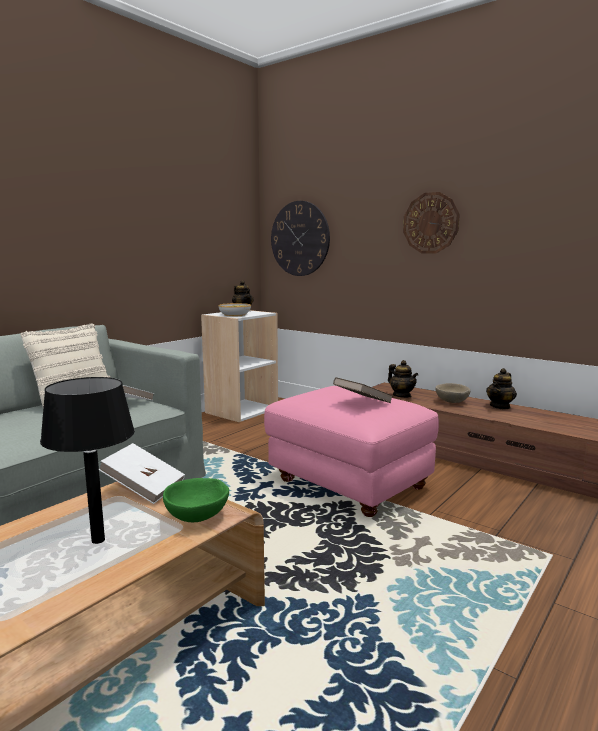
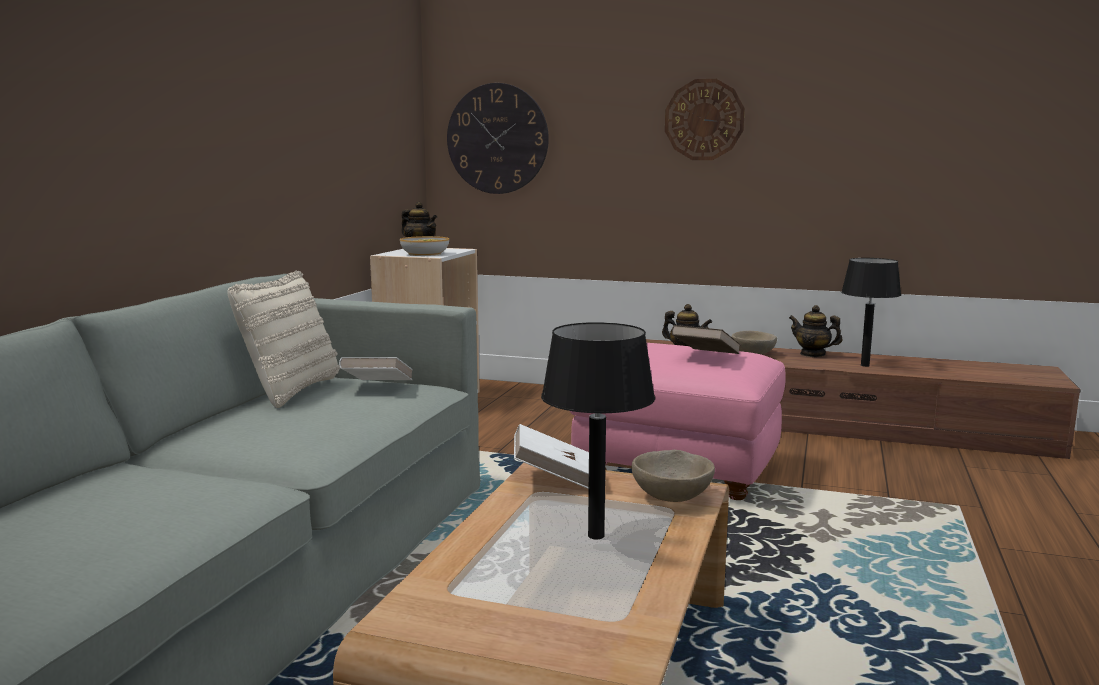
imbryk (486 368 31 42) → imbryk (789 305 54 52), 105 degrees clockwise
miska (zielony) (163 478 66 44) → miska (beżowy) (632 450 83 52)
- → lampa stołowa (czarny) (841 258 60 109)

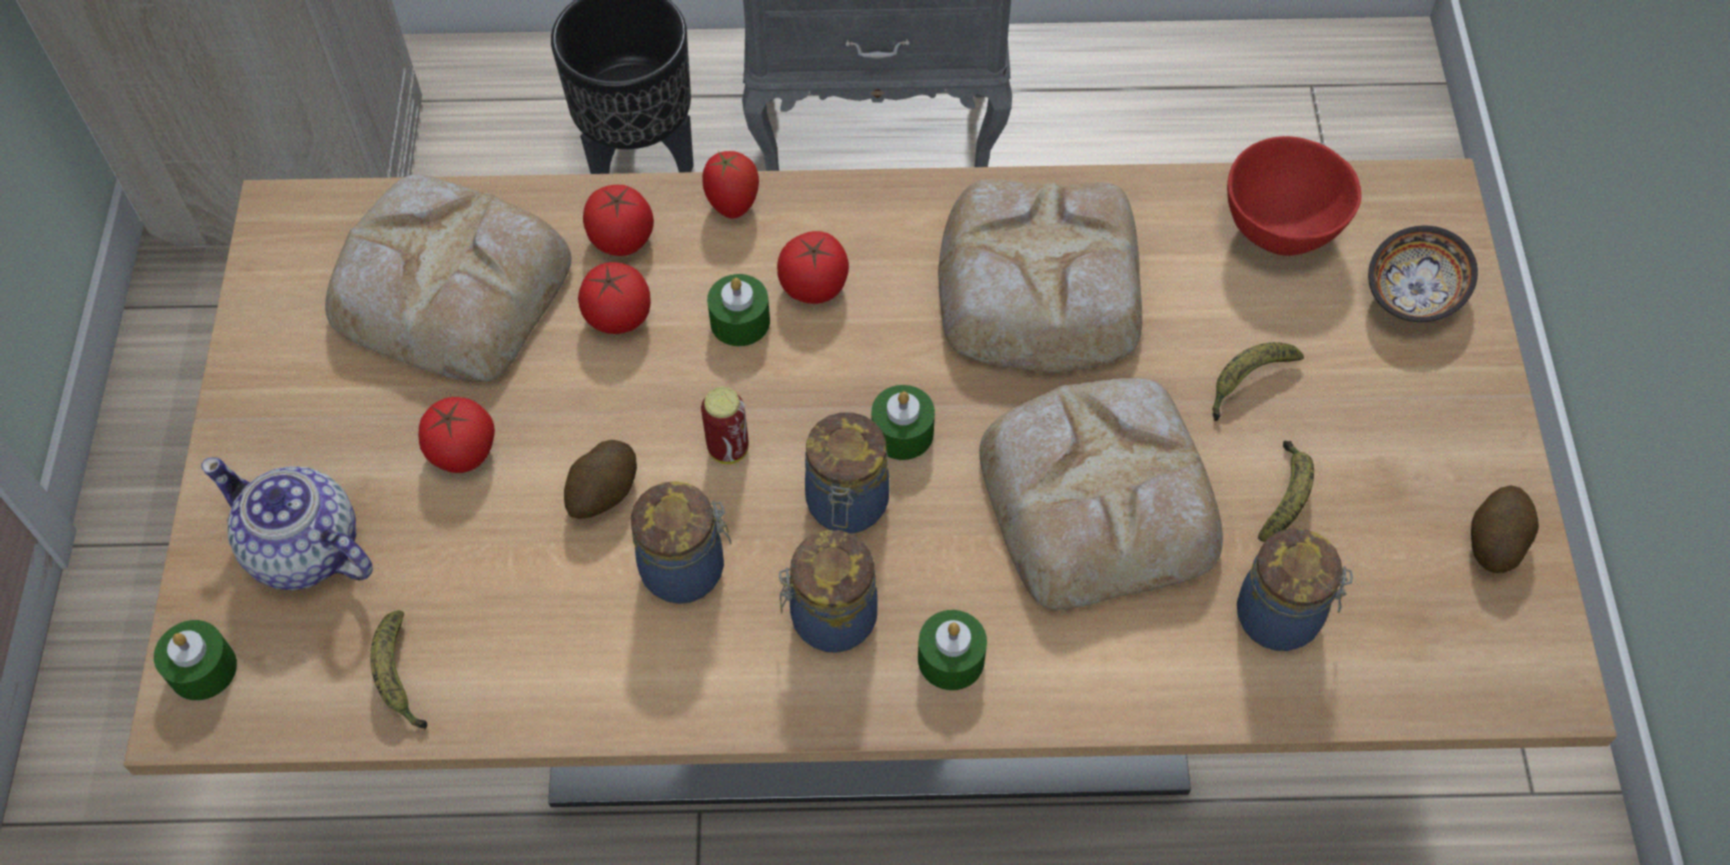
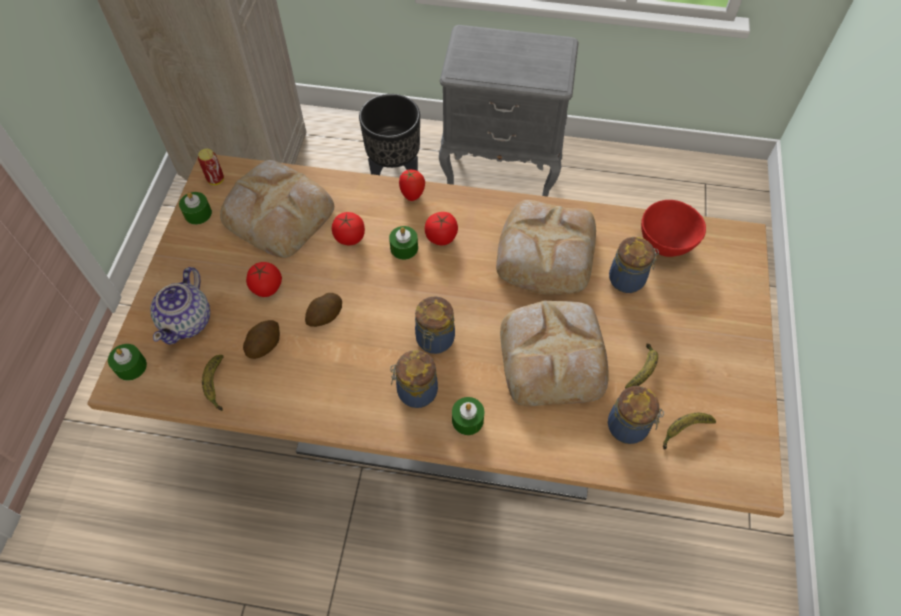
pomidor (583 185 71 71) → -
miska (1368 226 110 96) → -
banan (1212 342 92 79) → banan (663 413 53 36), moved
świeca (zielony) (871 385 64 75) → świeca (zielony) (179 192 33 33), moved
puszka (701 387 48 77) → puszka (198 149 26 36), moved
imbryk (201 458 172 132) → imbryk (150 267 60 78), 120 degrees counterclockwise
słoik (631 481 100 123) → słoik (609 237 50 56), moved
ziemniak (1471 485 68 88) → ziemniak (243 320 37 39), moved

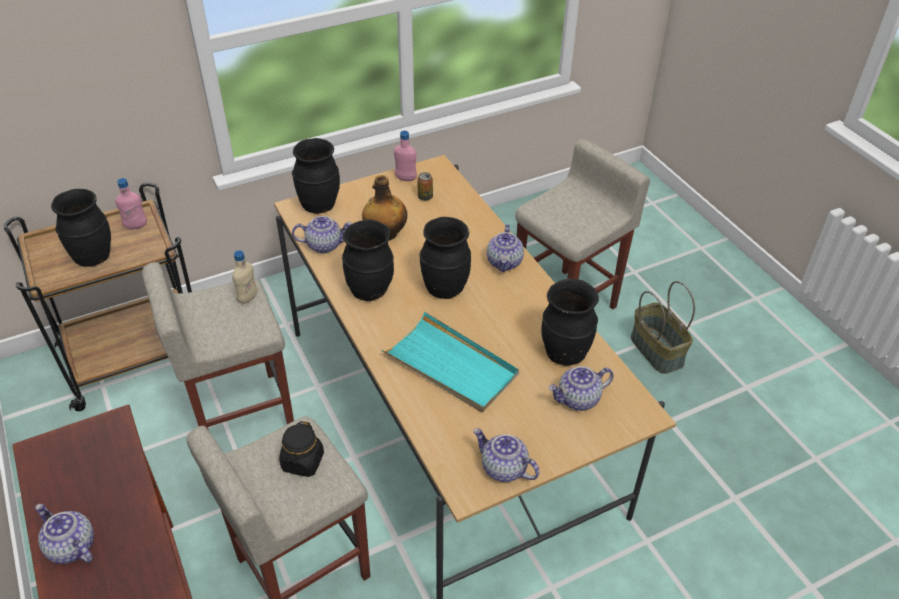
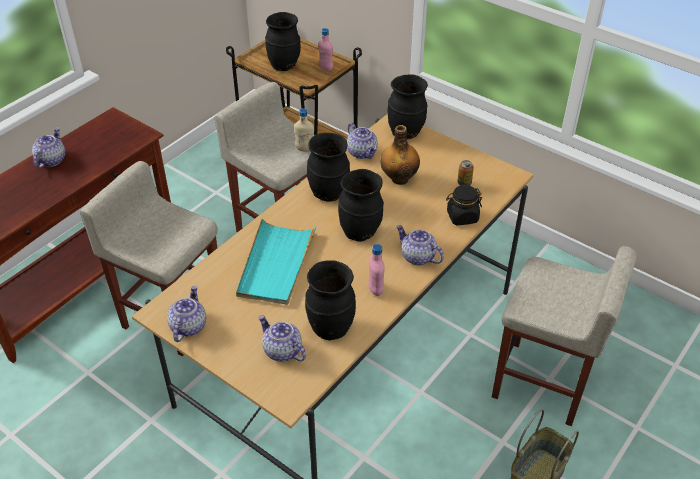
butelka (różowy) (394 131 23 50) → butelka (różowy) (368 244 16 52), moved
imbryk (487 224 37 48) → imbryk (396 225 48 40), 60 degrees clockwise
słoik (czarny) (279 421 45 56) → słoik (czarny) (446 185 36 40), moved

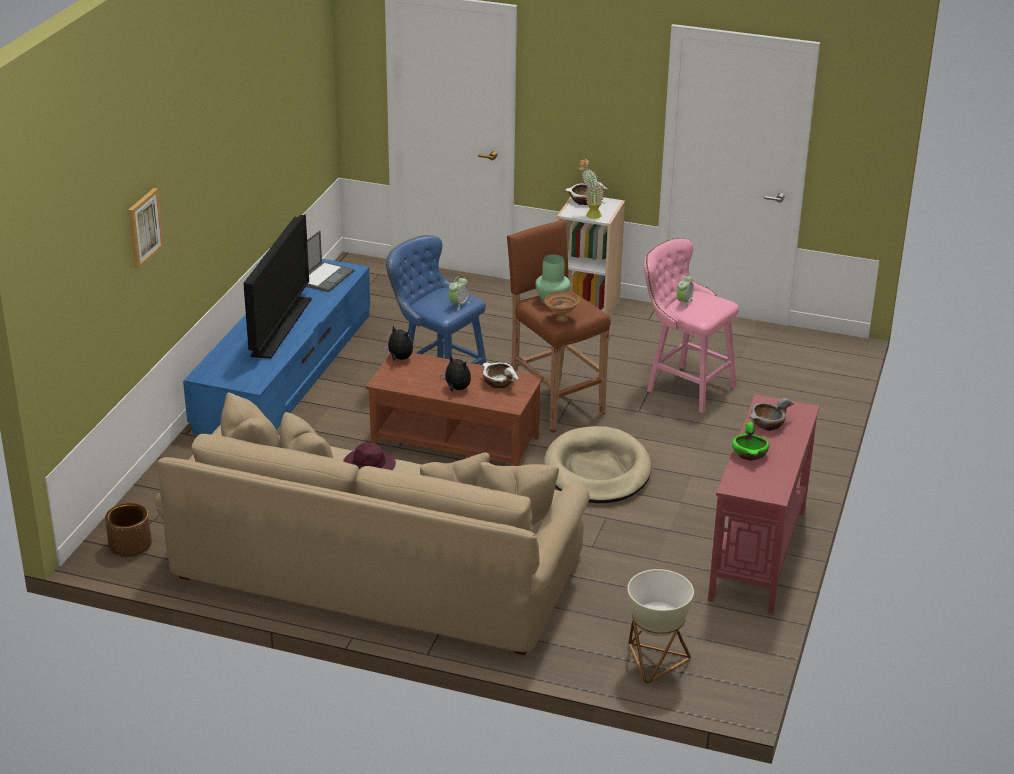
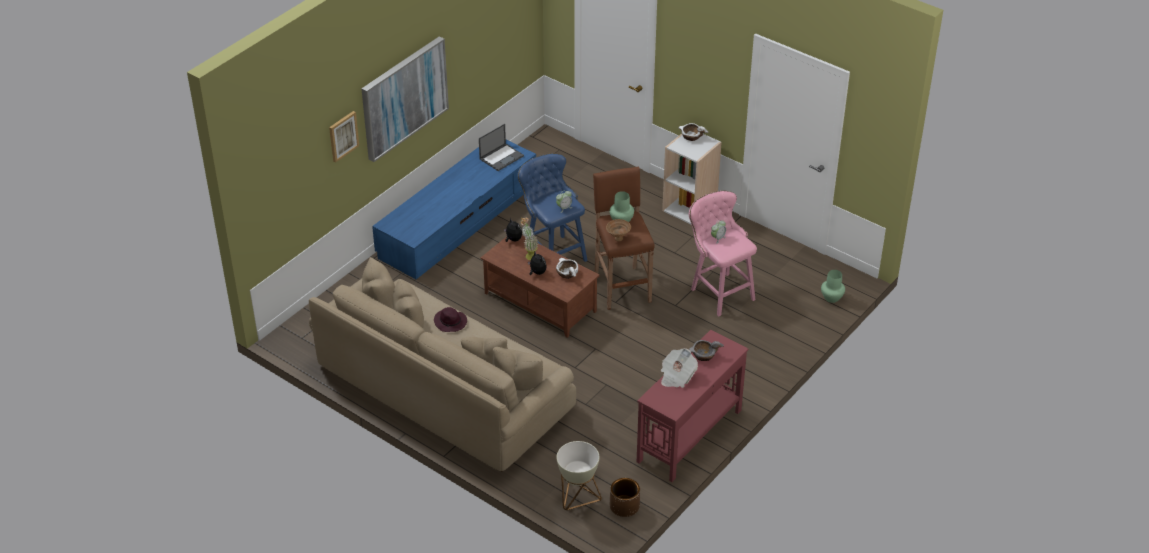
roślina doniczkowa (579 159 25 60) → roślina doniczkowa (521 218 17 42), moved
telewizor (243 214 69 145) → -
miska (zielony) (732 422 38 39) → gazeta (661 348 37 40)
legowisko (beżowy) (544 426 107 77) → -
donica (brązowy) (105 503 47 54) → donica (brązowy) (610 478 30 39), moved
- → obraz (361 36 88 126)
- → wazon (zielony) (821 270 24 33)

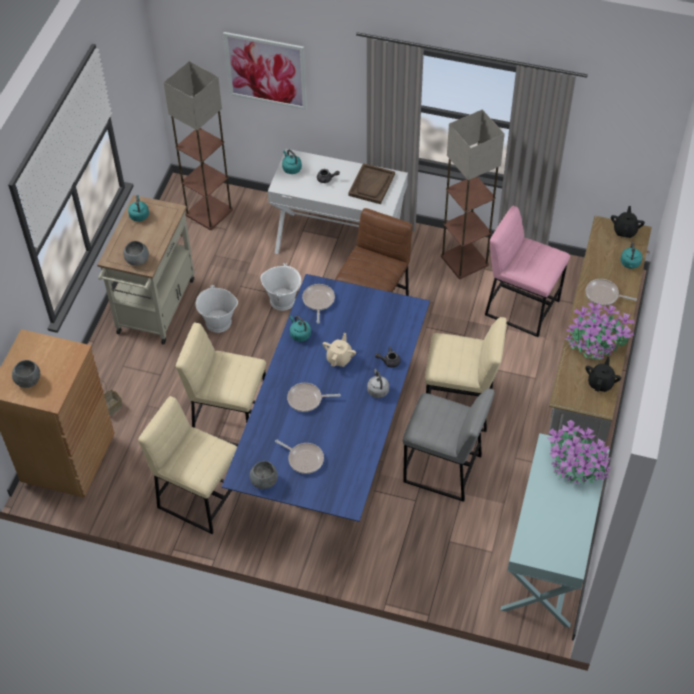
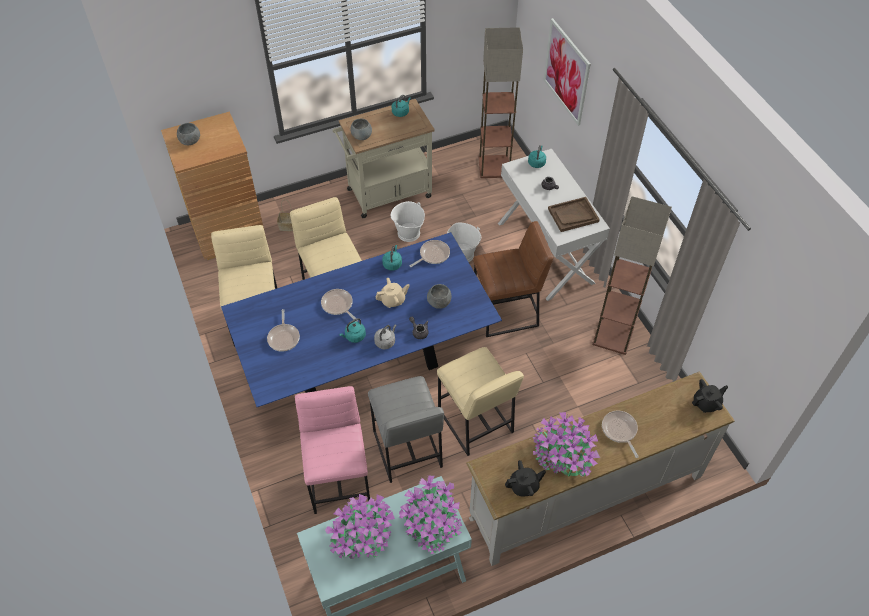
krzesło (różowy) (485 205 85 132) → krzesło (różowy) (295 386 75 128), moved
czajnik (turkusowy) (620 242 22 27) → czajnik (turkusowy) (339 318 27 25), moved
miska (szary) (250 461 28 28) → miska (szary) (427 284 24 25), moved
- → roślina doniczkowa (325 494 70 65)

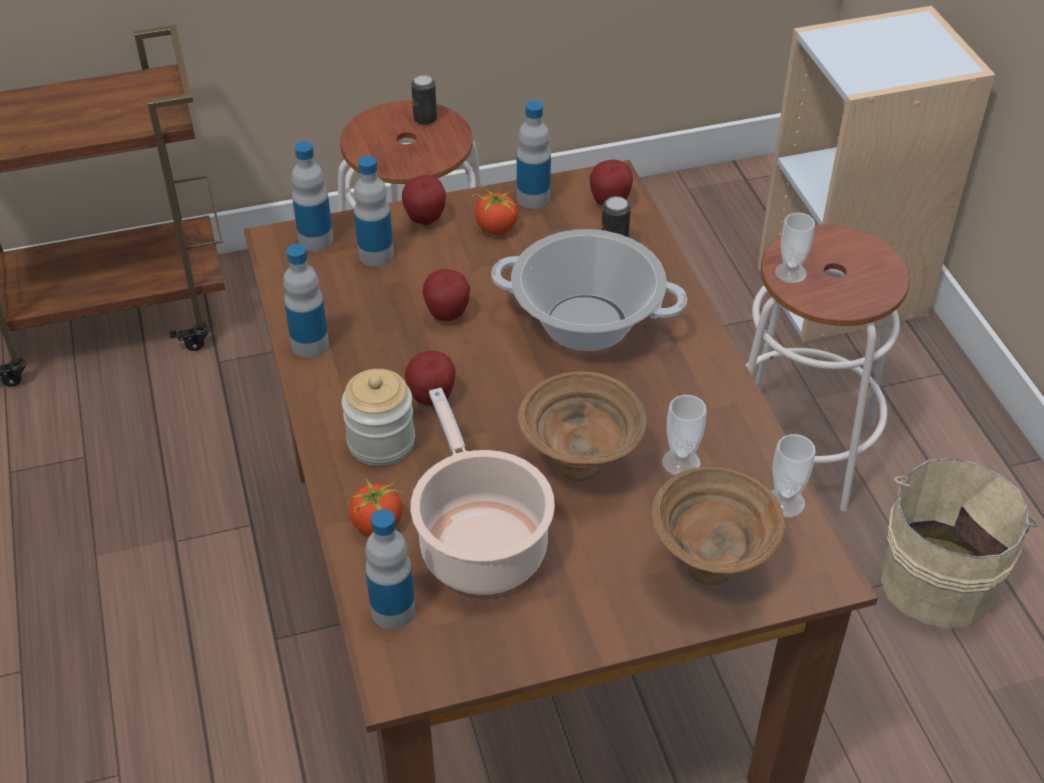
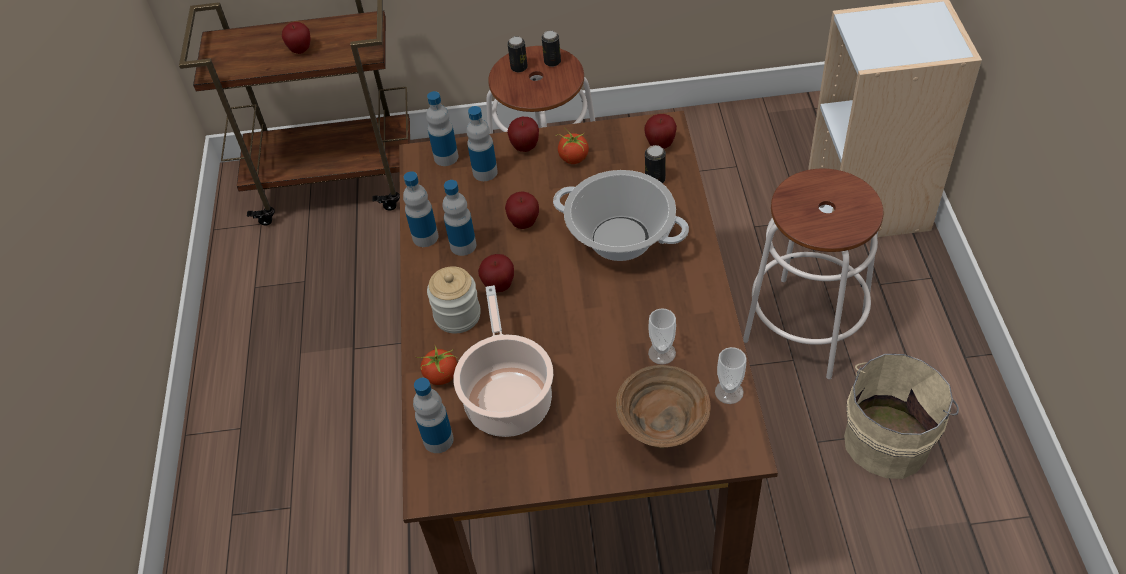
butelka (517 100 34 109) → butelka (443 180 33 76), moved
filiżanka (775 212 40 71) → -
miska (brązowy) (518 371 129 110) → -
- → jabłko (282 22 29 32)
- → puszka (507 36 21 36)

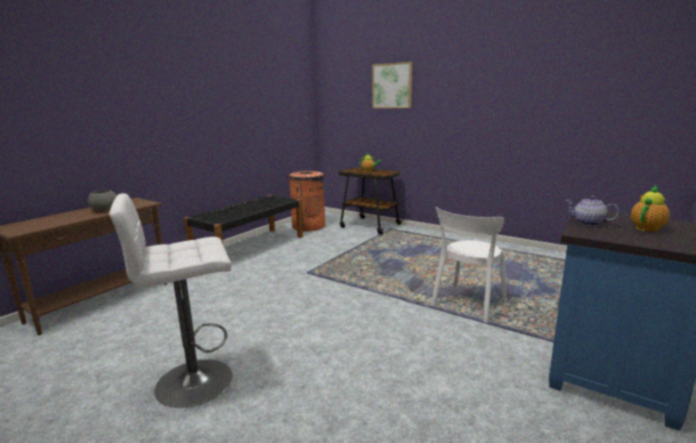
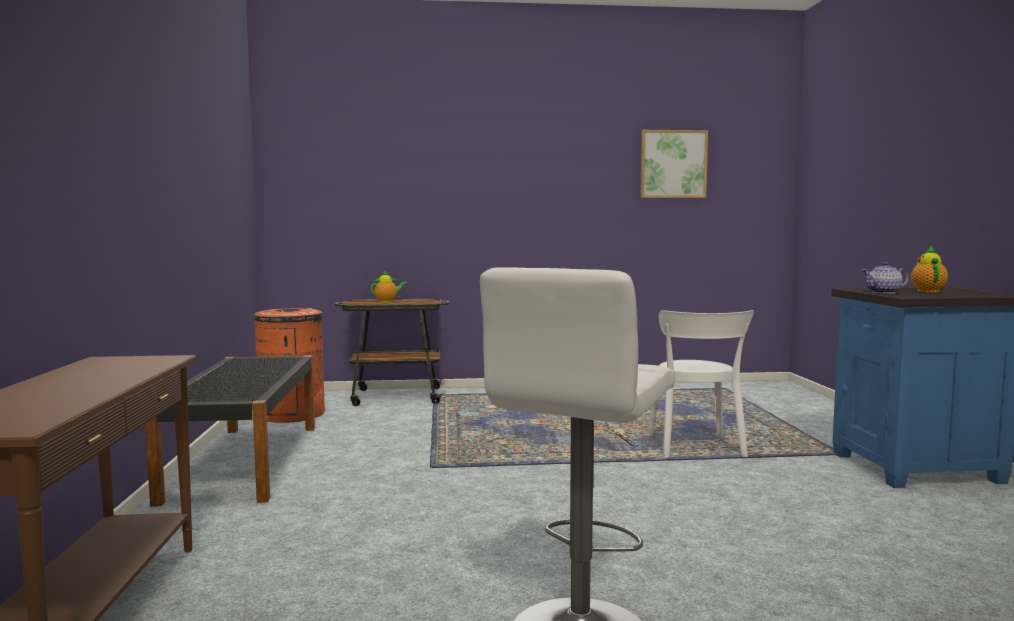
obraz (373 62 39 46) → obraz (640 130 68 68), moved
miska (szary) (88 190 29 21) → -

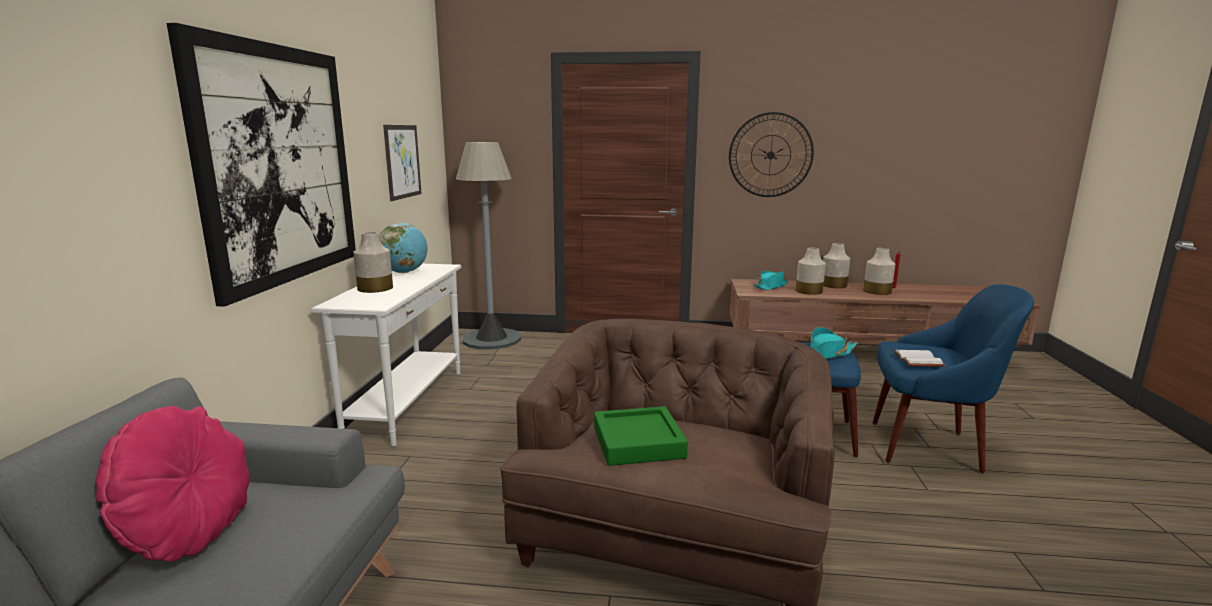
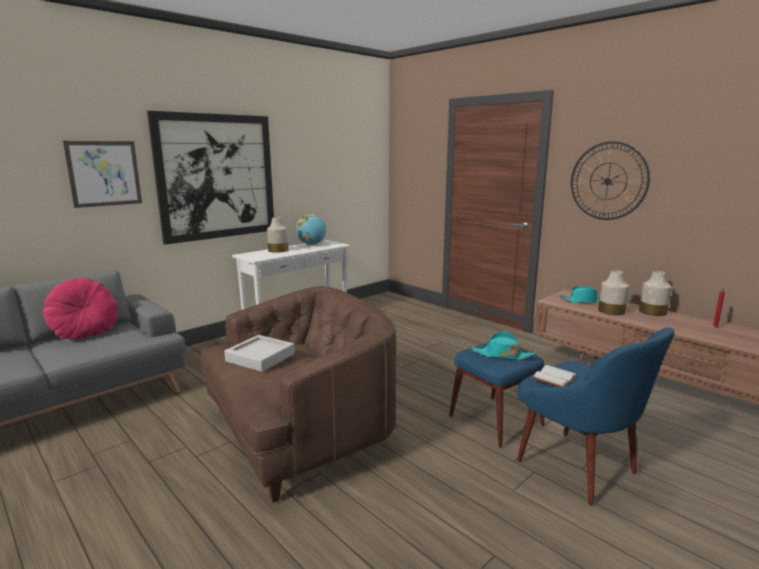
obraz (383 125 39 76) → obraz (63 141 79 67), moved
lampa stojąca (szary) (456 142 65 208) → -
wazon (beżowy) (863 248 32 47) → -
taca (zielony) (594 406 94 60) → taca (szary) (224 335 71 37)

